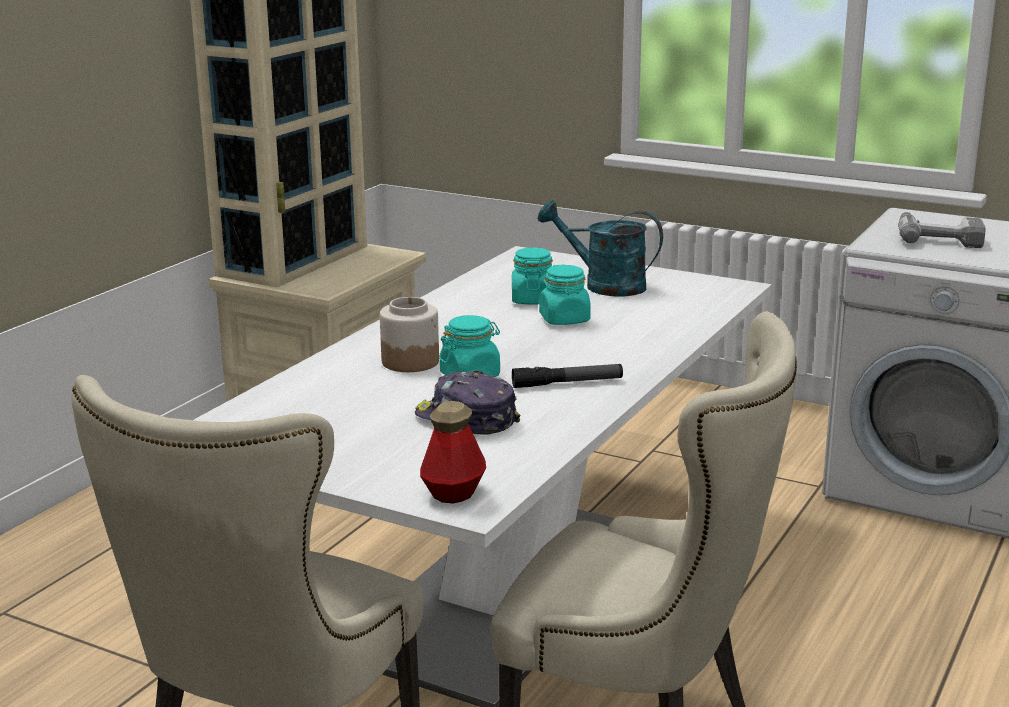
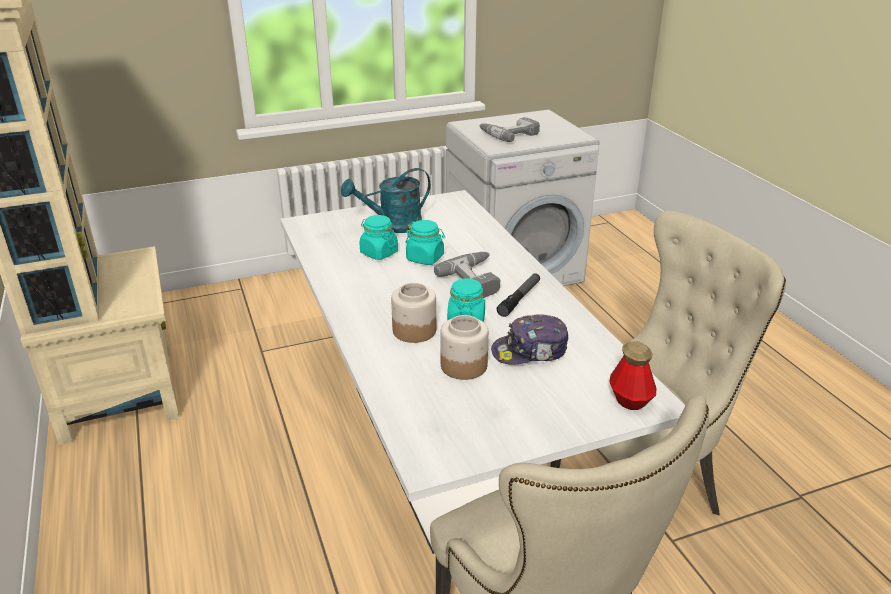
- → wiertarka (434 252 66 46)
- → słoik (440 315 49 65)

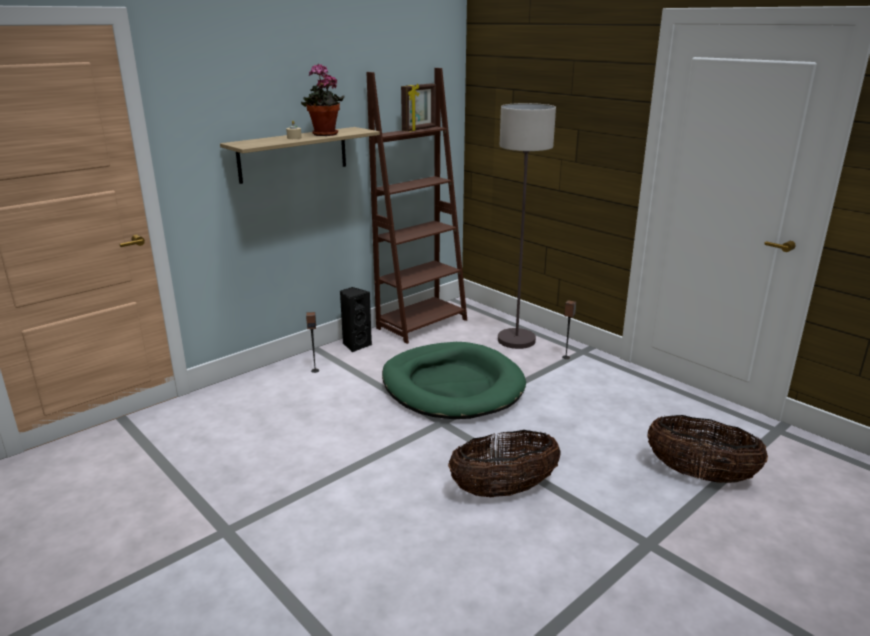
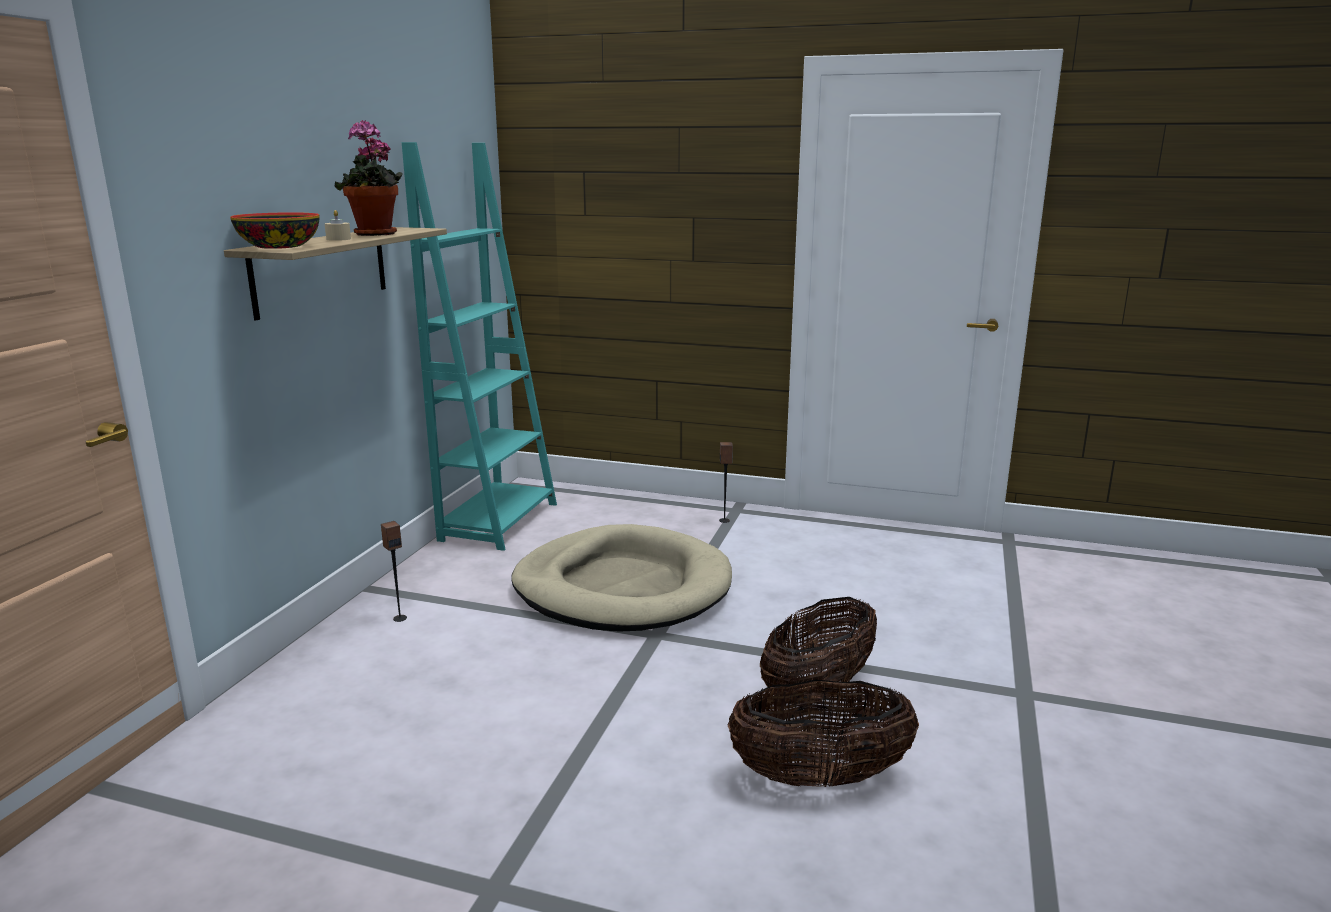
regał (brązowy) (366 68 101 276) → regał (turkusowy) (402 142 155 409)
ramka na zdjęcie (401 83 35 48) → -
lampa stojąca (szary) (498 103 58 246) → -
głośnik (czarny) (340 287 32 65) → -
legowisko (zielony) (382 342 144 77) → legowisko (beżowy) (511 524 221 108)
koszyk (648 415 120 68) → koszyk (727 679 192 108), moved
- → miska (230 212 90 37)

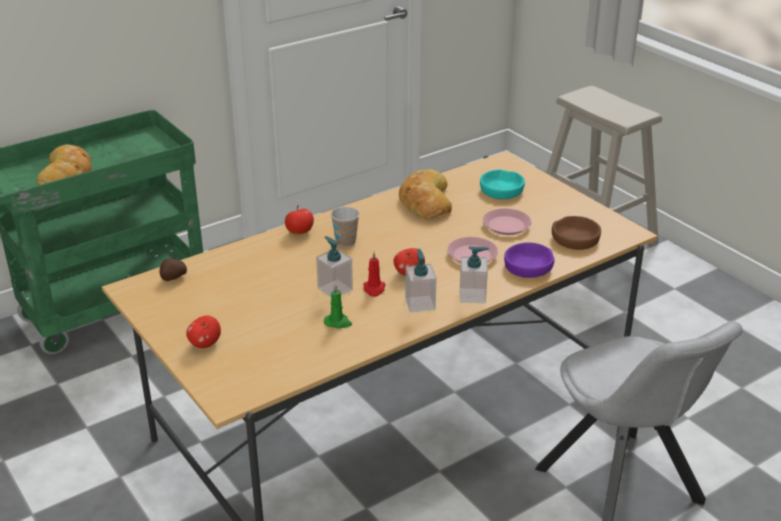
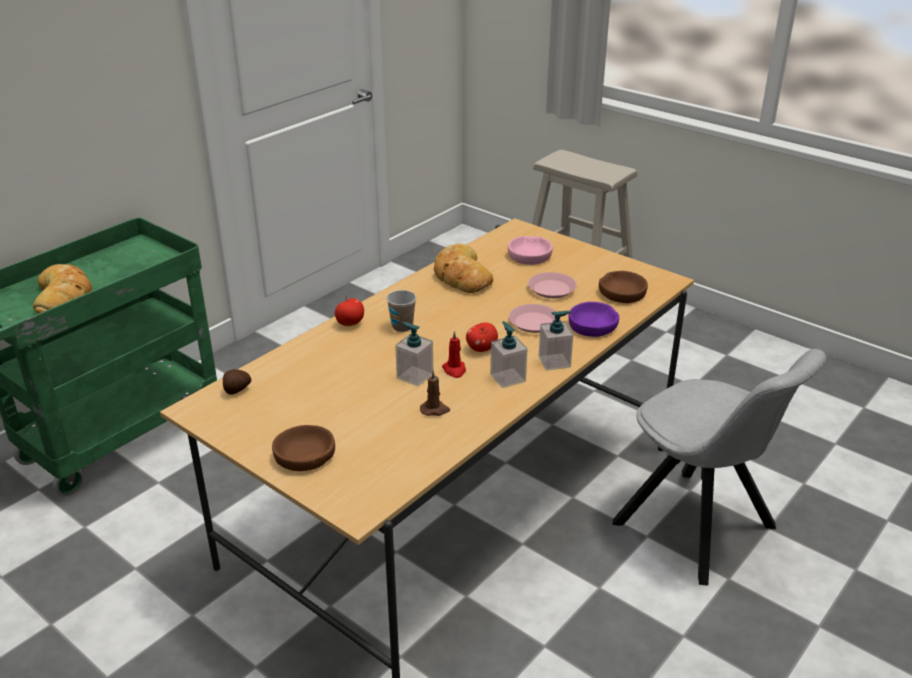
miska (turkusowy) (480 170 45 29) → miska (różowy) (508 236 45 29)
świeca (zielony) (324 284 28 44) → świeca (brązowy) (420 370 30 46)
jabłko (186 316 35 32) → miska (brązowy) (272 425 63 46)

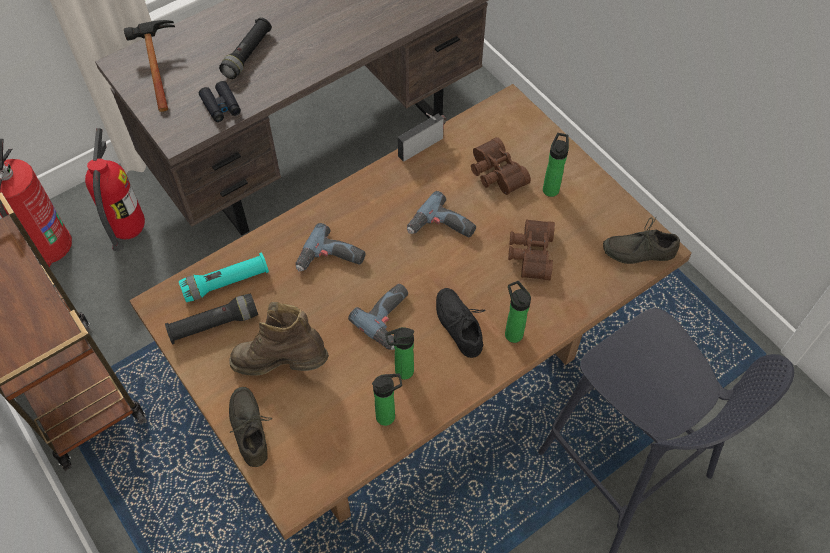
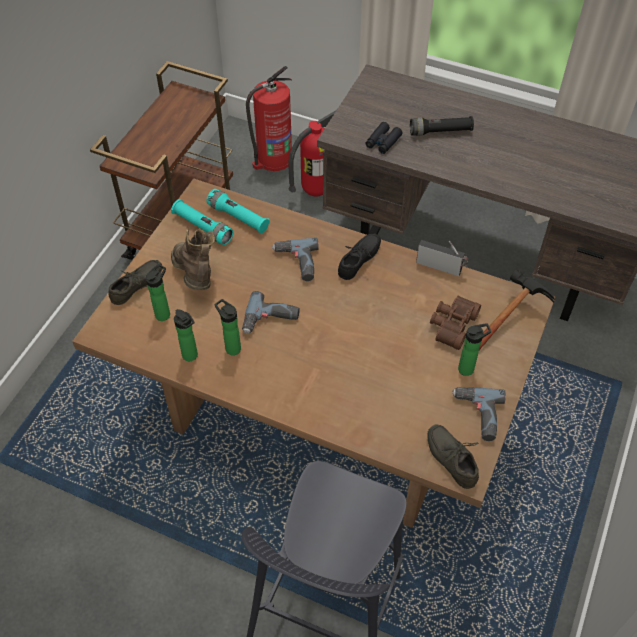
młotek (124 20 51 92) → młotek (479 270 76 80), moved
wiertarka (407 191 69 46) → wiertarka (452 387 54 54), moved
lornetka (brązowy) (508 219 47 62) → -
butelka (505 281 26 62) → butelka (146 264 24 57), moved
but (czarny) (436 288 50 70) → but (czarny) (338 234 43 46), moved
latarka (czarny) (165 293 93 52) → latarka (turkusowy) (171 199 62 46)

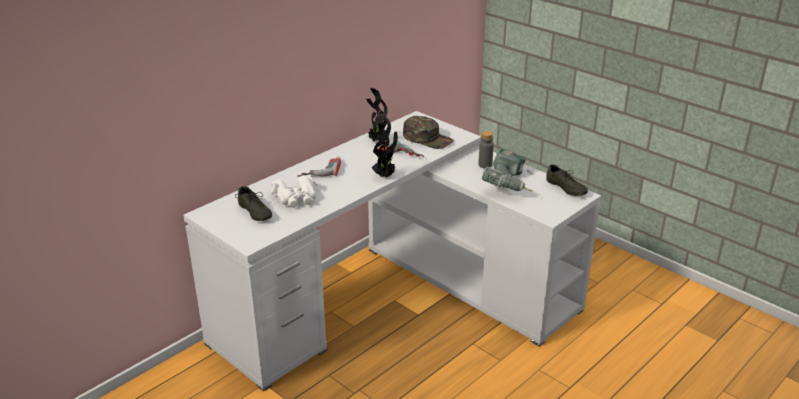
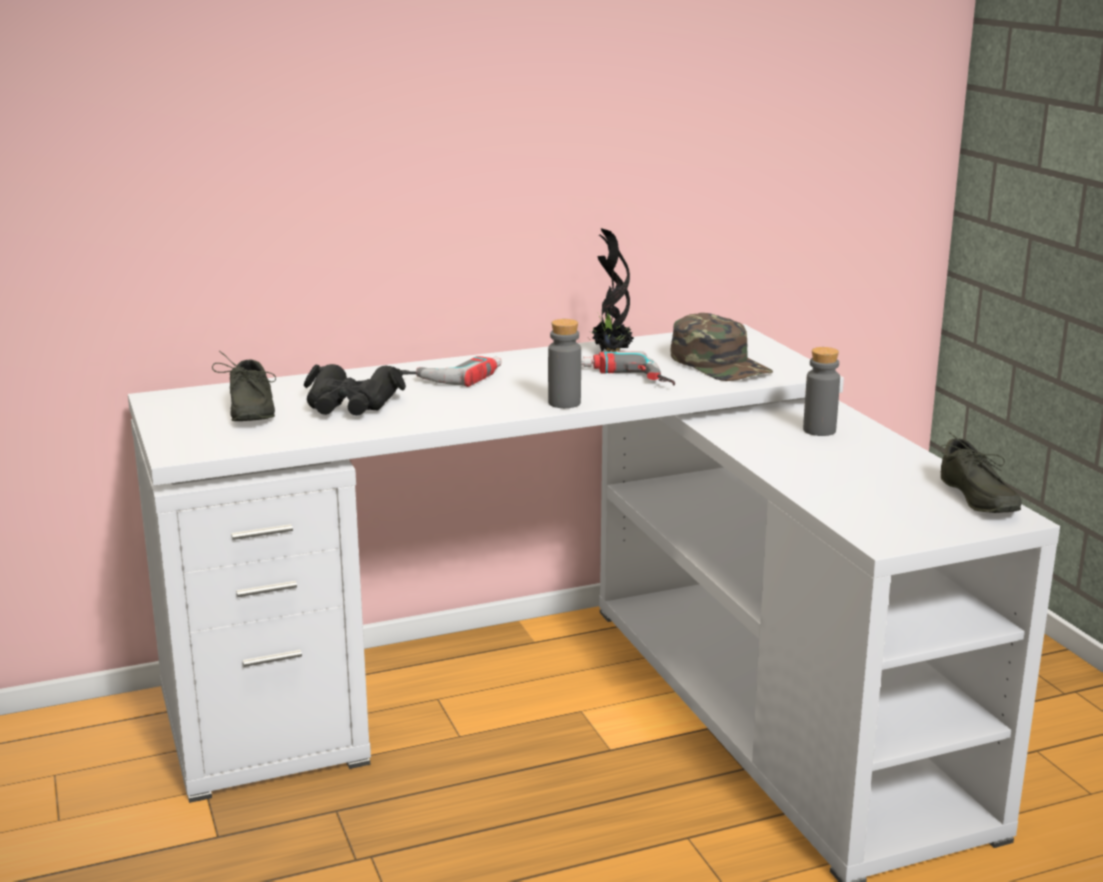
roślina doniczkowa (372 118 26 60) → butelka (szary) (548 319 33 89)
wiertarka (482 149 51 42) → -
lornetka (biały) (270 175 47 33) → lornetka (czarny) (304 364 102 52)

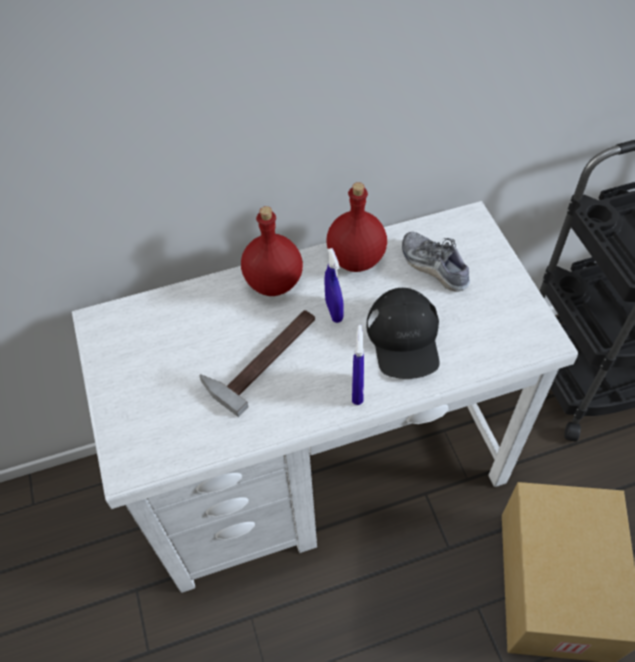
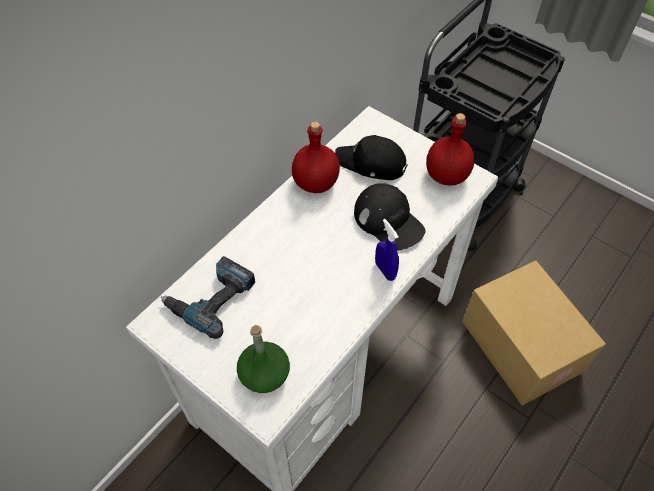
butelka (czerwony) (241 206 62 90) → butelka (czerwony) (426 113 48 72), moved
but (402 232 68 60) → czapka z daszkiem (czarny) (335 135 73 45)
spryskiwacz (niebieski) (325 248 19 75) → -
młotek (199 310 116 107) → -
- → wiertarka (161 256 94 83)
- → butelka (zielony) (237 325 53 68)

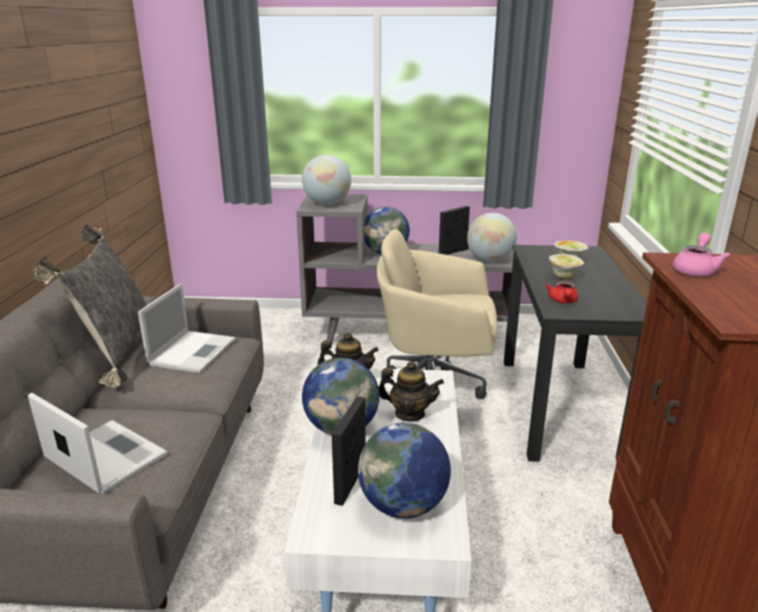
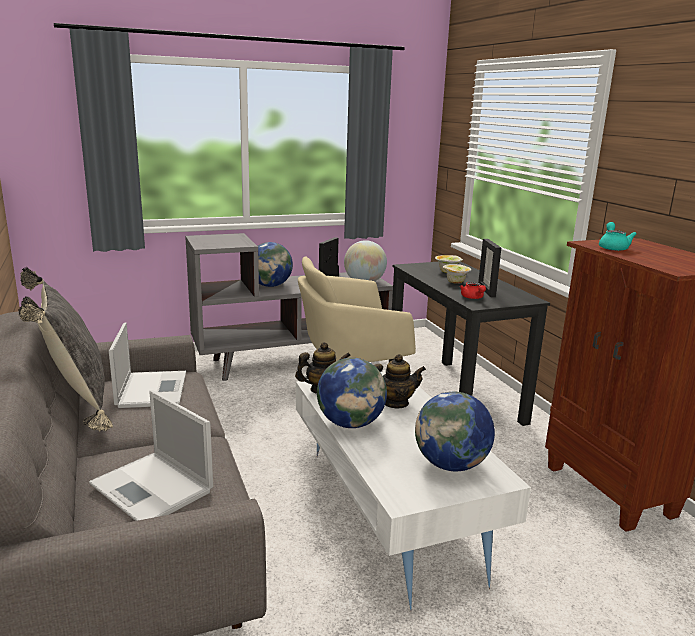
globus (302 155 49 50) → -
imbryk (różowy) (673 233 57 43) → imbryk (turkusowy) (599 222 38 29)
laptop (28 393 139 101) → laptop (89 390 124 131), 150 degrees counterclockwise
ramka na zdjęcie (332 396 34 110) → ramka na zdjęcie (478 239 23 58), moved

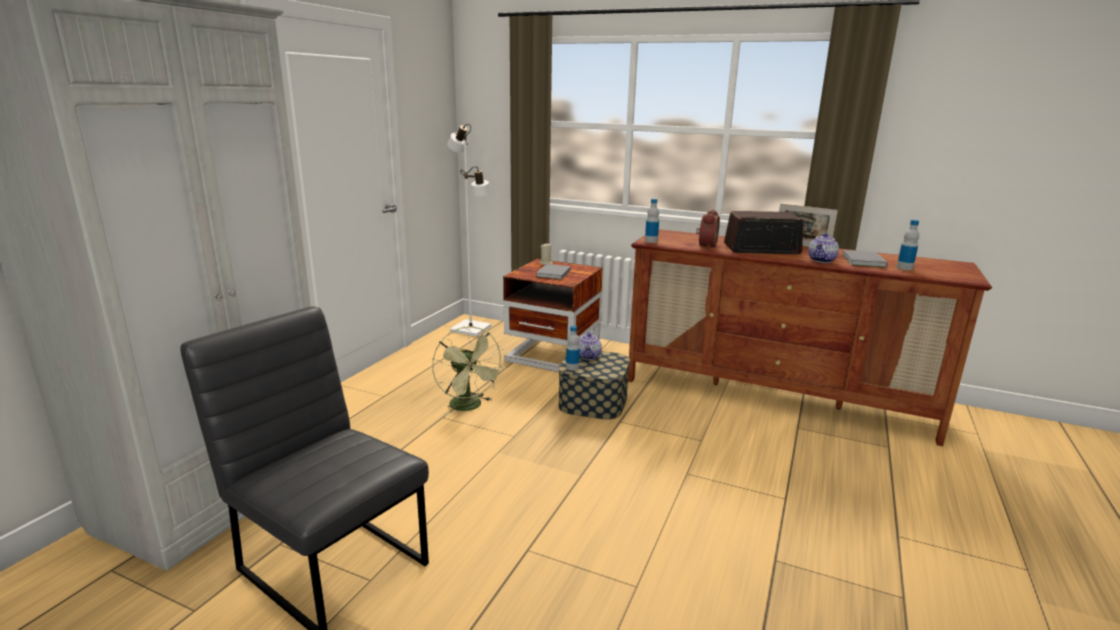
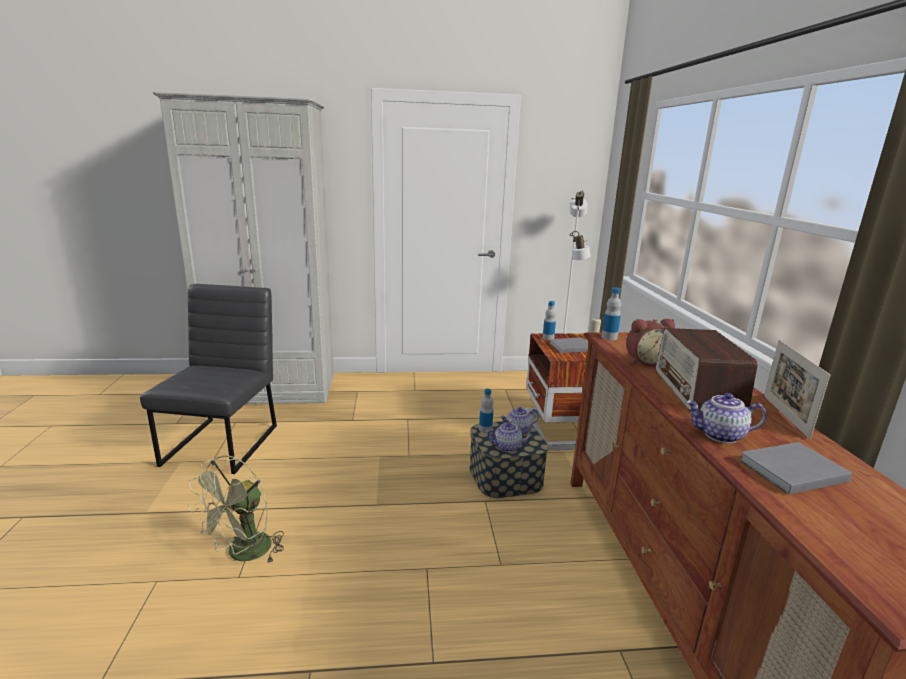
radio (724 211 79 44) → radio (656 328 101 84), 150 degrees counterclockwise
butelka (897 220 22 50) → butelka (542 301 14 39), moved
wentylator (zielony) (432 326 73 90) → wentylator (zielony) (188 455 96 107), moved
- → imbryk (486 422 45 30)

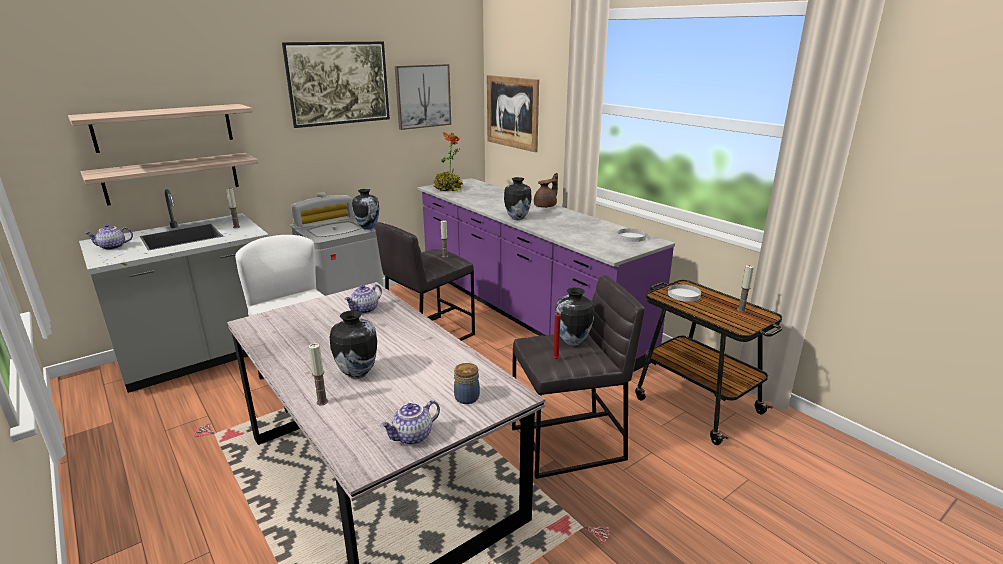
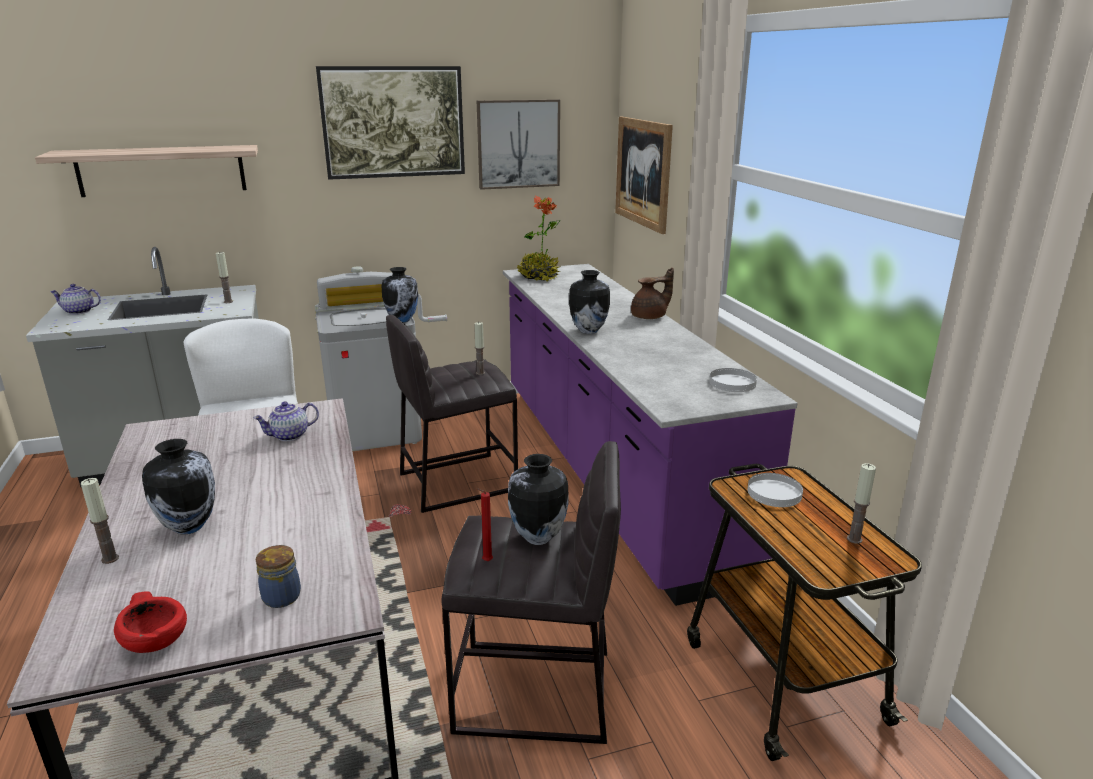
półka (80 153 178 53) → -
imbryk (380 400 60 45) → miska (czerwony) (114 591 73 62)

